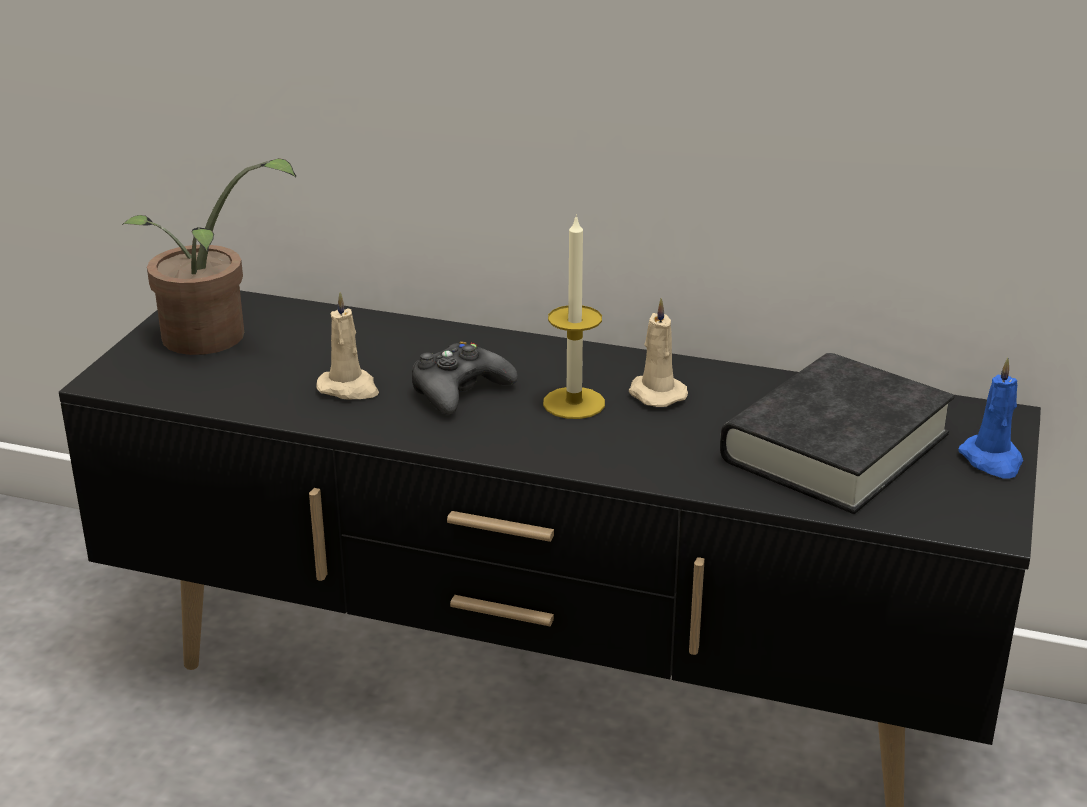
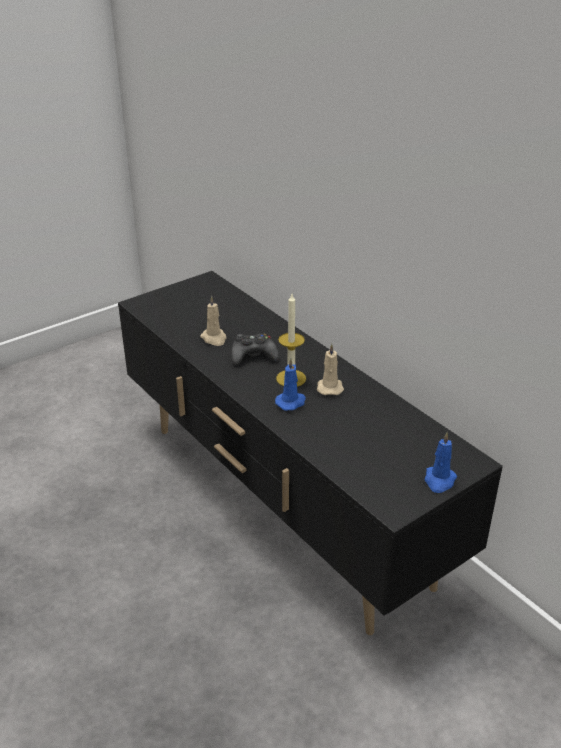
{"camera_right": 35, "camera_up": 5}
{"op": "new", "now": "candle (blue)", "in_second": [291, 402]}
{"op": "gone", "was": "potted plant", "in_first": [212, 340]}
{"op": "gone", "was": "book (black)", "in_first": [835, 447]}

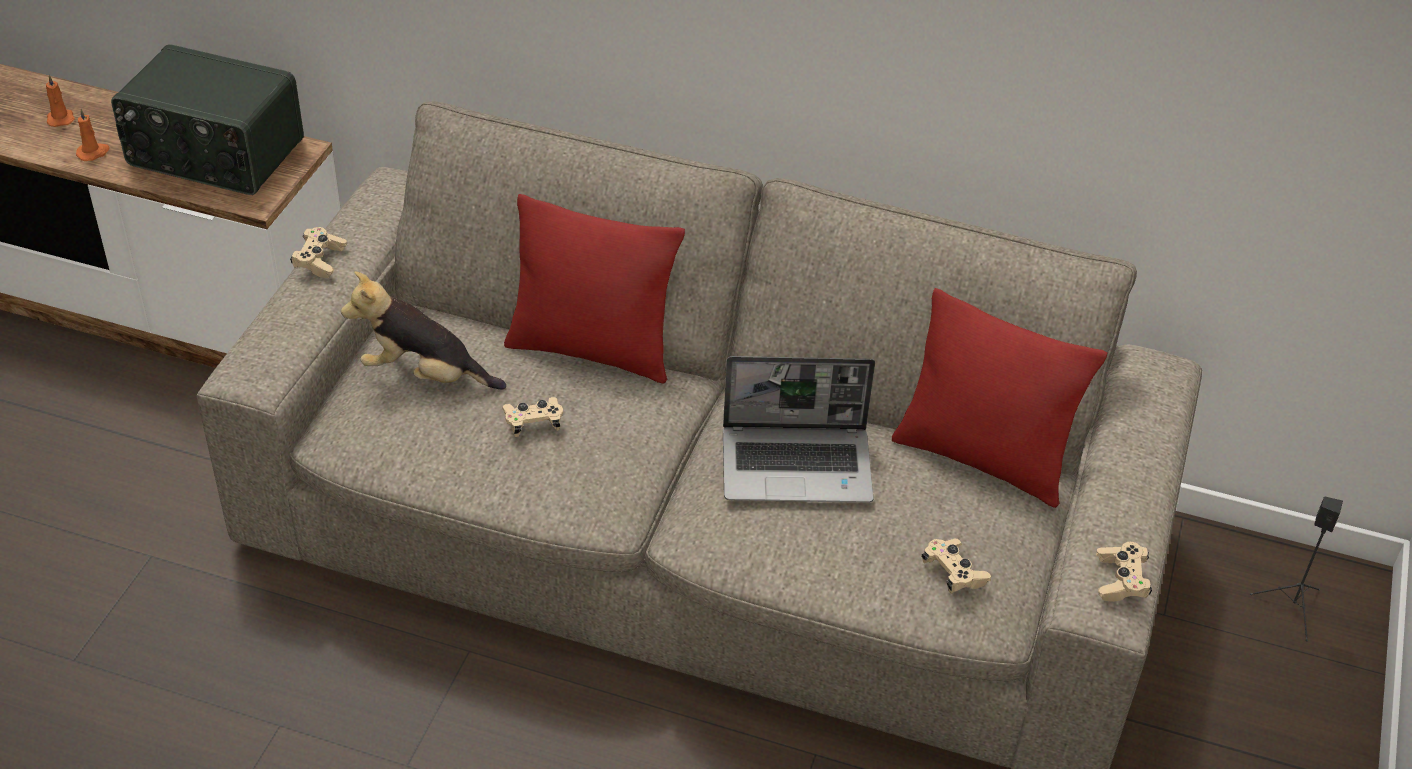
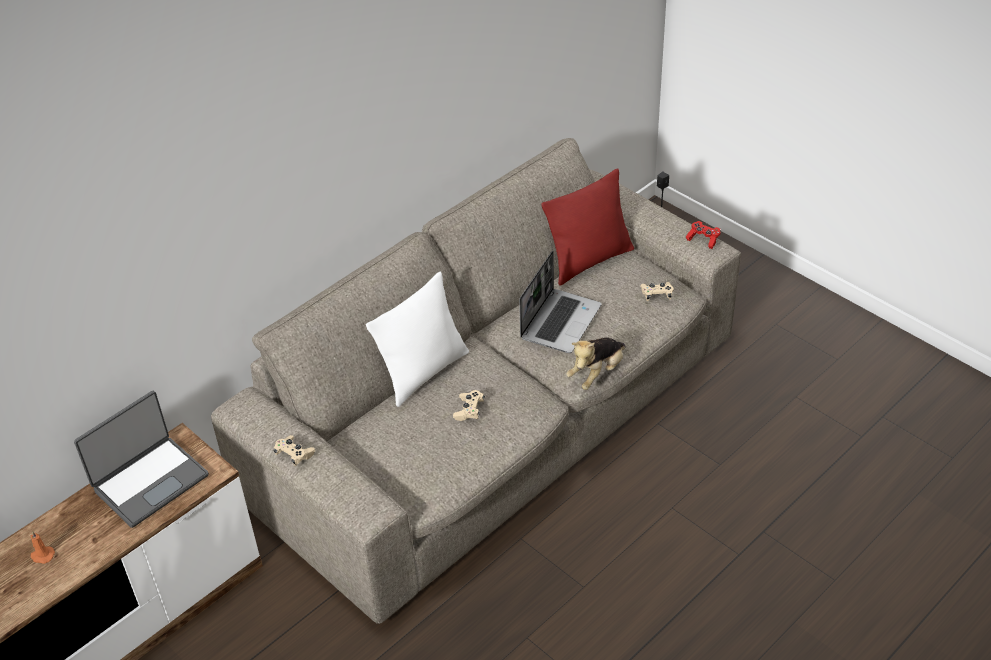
{"camera_right": -60, "camera_up": 0}
{"op": "swapped", "was": "radio", "now": "laptop", "in_first": [214, 154], "in_second": [150, 481]}
{"op": "repainted", "was": "pillow (red)", "now": "pillow (white)", "in_first": [592, 350], "in_second": [424, 372]}
{"op": "shifted", "was": "plush toy", "in_first": [424, 375], "in_second": [597, 373]}
{"op": "repainted", "was": "game controller (beige)", "now": "game controller (red)", "in_first": [1121, 580], "in_second": [703, 239]}
{"op": "gone", "was": "candle (orange)", "in_first": [93, 153]}

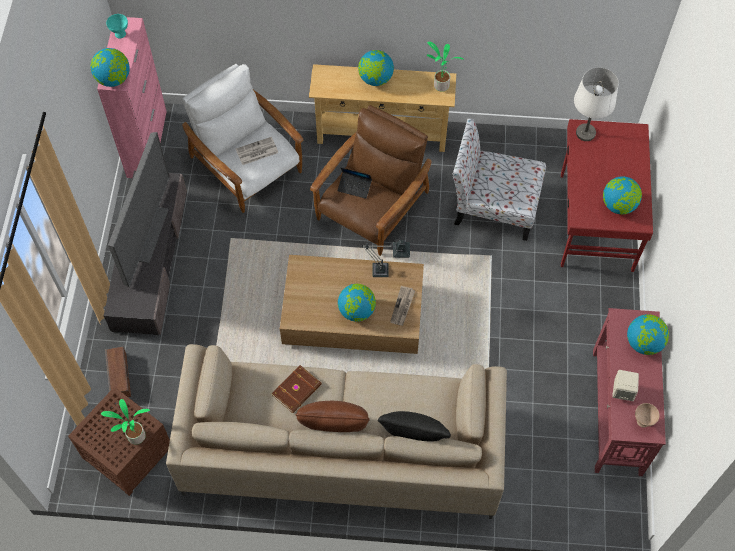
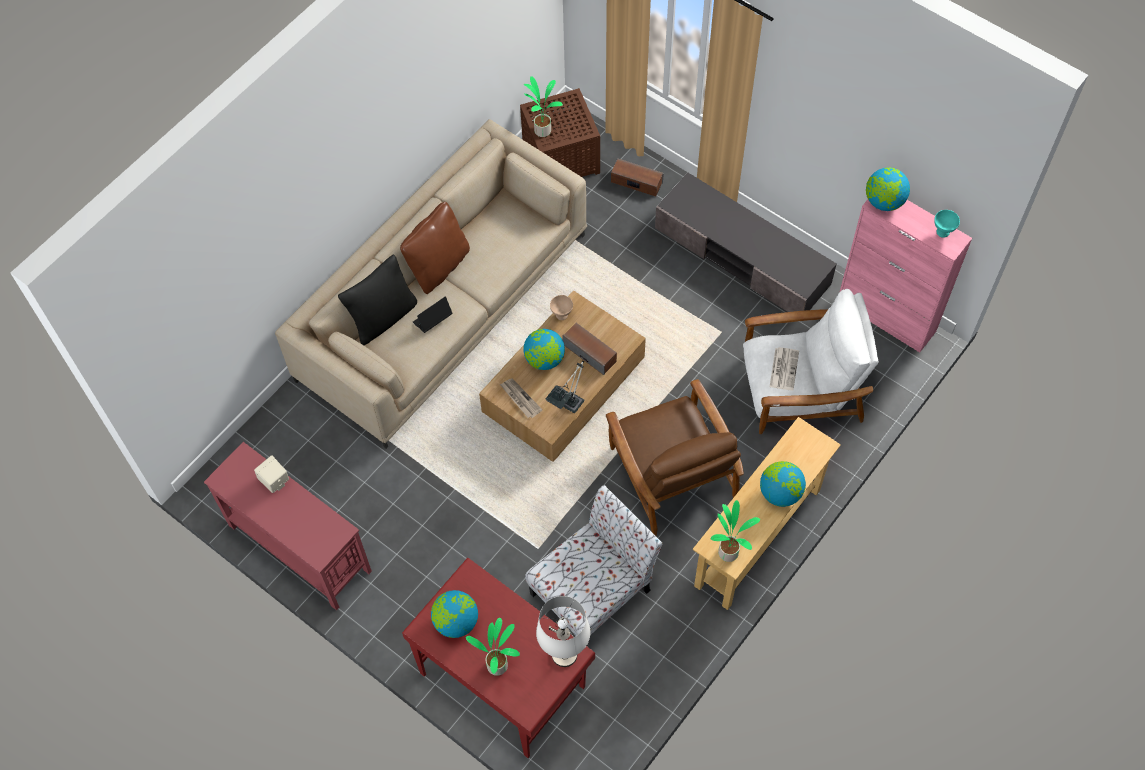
{"camera_right": 125, "camera_up": 0}
{"op": "shifted", "was": "laptop", "in_first": [354, 187], "in_second": [432, 320]}
{"op": "new", "now": "potted plant", "in_second": [498, 665]}
{"op": "shifted", "was": "bowl (beige)", "in_first": [642, 422], "in_second": [561, 314]}
{"op": "new", "now": "speaker", "in_second": [590, 353]}
{"op": "gone", "was": "television", "in_first": [144, 232]}
{"op": "gone", "was": "book (brown)", "in_first": [297, 390]}
{"op": "gone", "was": "globe", "in_first": [643, 343]}

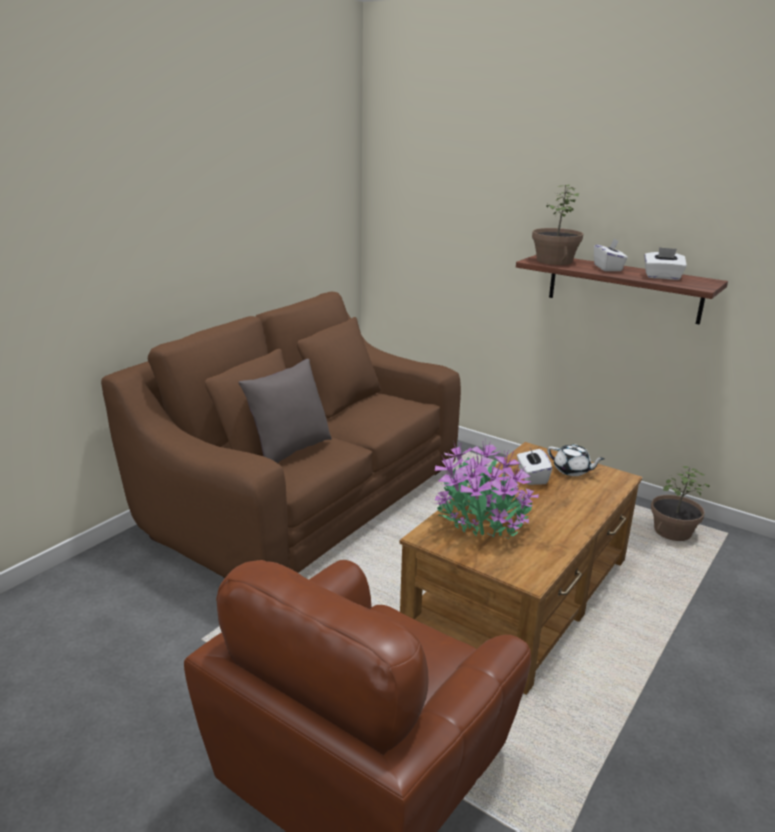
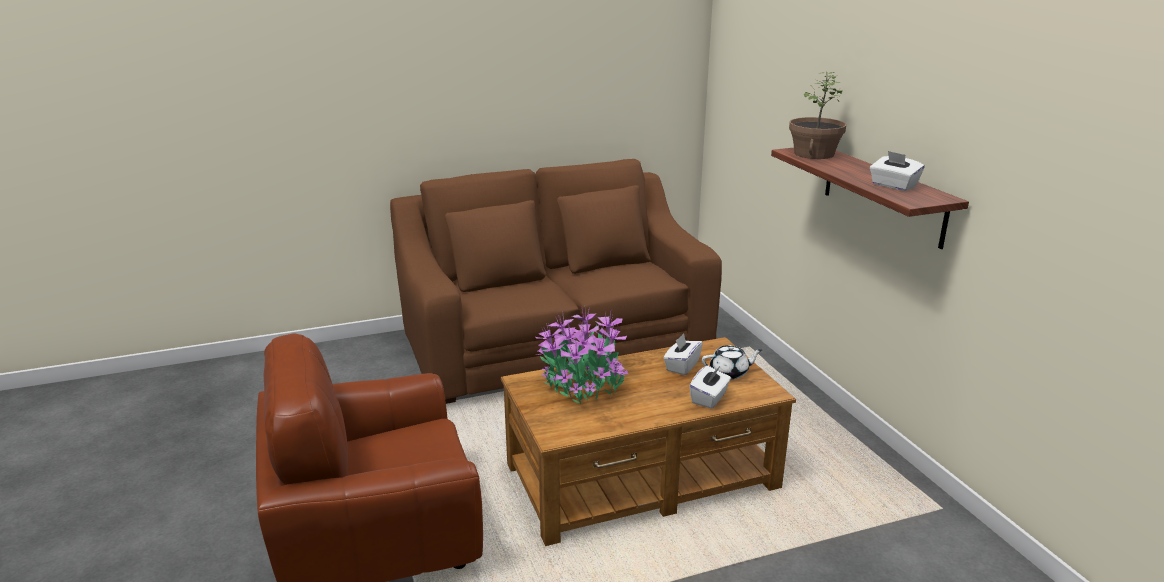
{"camera_right": 35, "camera_up": 0}
{"op": "shifted", "was": "tissue box (white)", "in_first": [608, 268], "in_second": [709, 398]}
{"op": "rotated", "was": "teapot (white)", "in_first": [572, 471], "in_second": [729, 372], "clockwise": -75}
{"op": "gone", "was": "pillow (grey)", "in_first": [289, 451]}
{"op": "gone", "was": "potted plant", "in_first": [672, 531]}

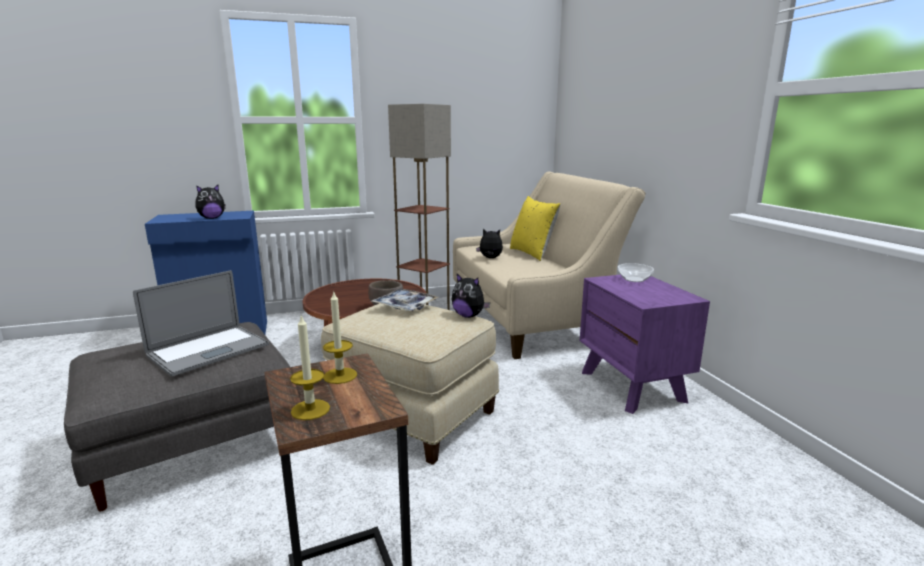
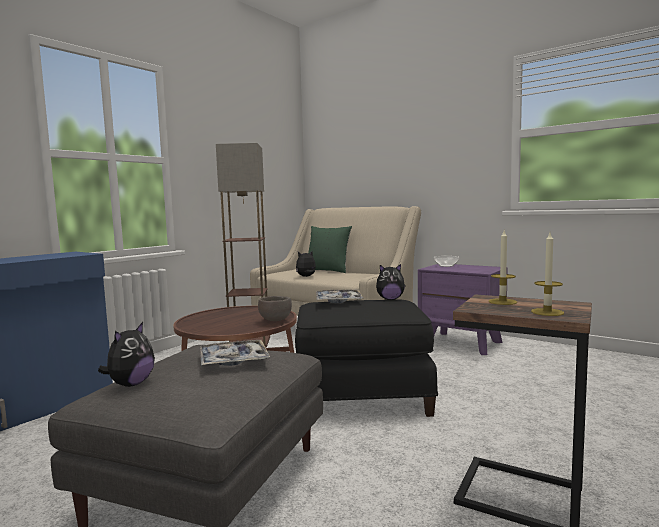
{"camera_right": -35, "camera_up": -10}
{"op": "shifted", "was": "plush toy", "in_first": [212, 218], "in_second": [130, 384]}
{"op": "swapped", "was": "laptop", "now": "tray", "in_first": [208, 350], "in_second": [233, 360]}
{"op": "repainted", "was": "ottoman (beige)", "now": "ottoman (black)", "in_first": [412, 413], "in_second": [362, 396]}
{"op": "repainted", "was": "pillow (yellow)", "now": "pillow (green)", "in_first": [532, 253], "in_second": [328, 271]}

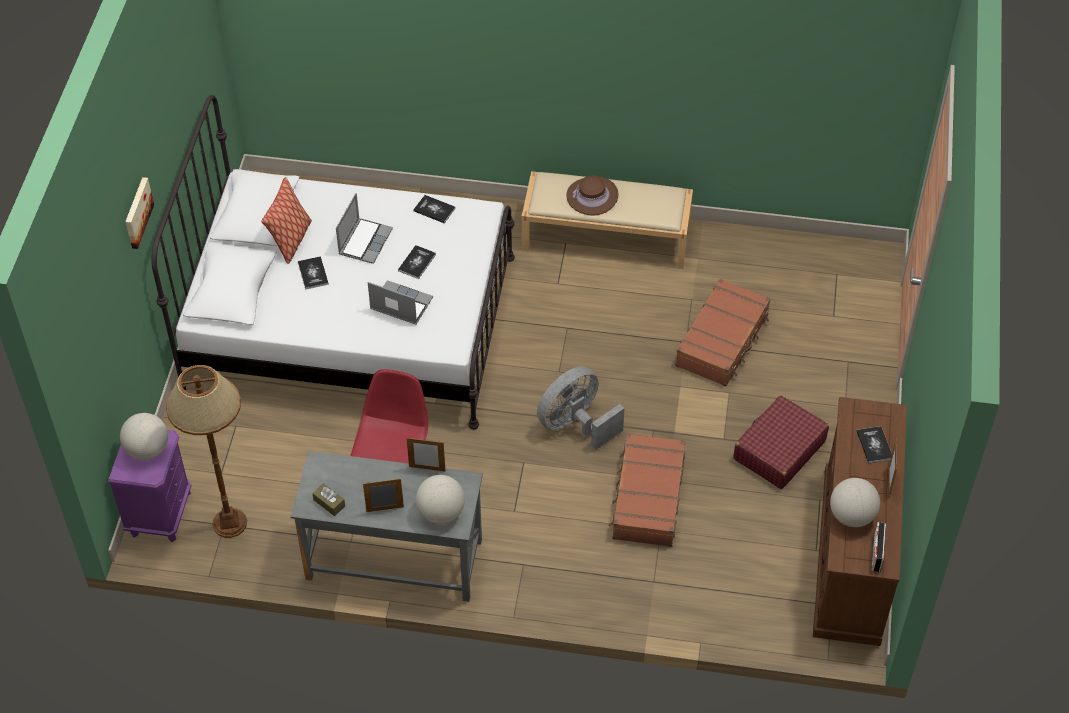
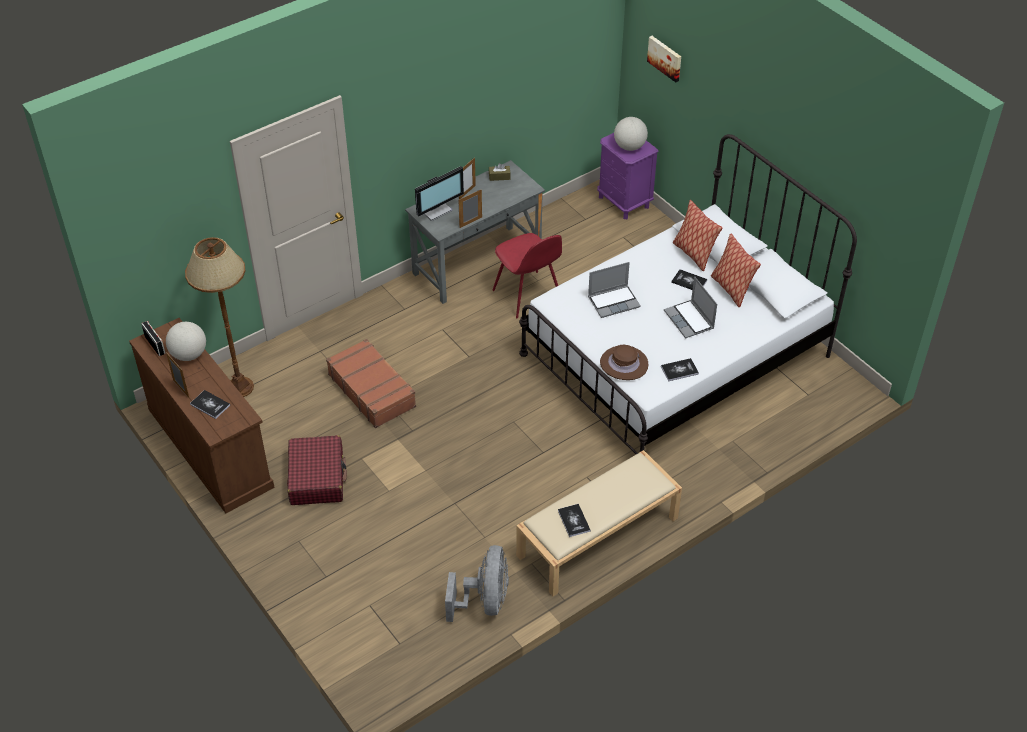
{"camera_right": 135, "camera_up": -5}
{"op": "shifted", "was": "floor lamp (brown)", "in_first": [230, 523], "in_second": [240, 387]}
{"op": "swapped", "was": "globe", "now": "monitor", "in_first": [441, 512], "in_second": [435, 210]}
{"op": "shifted", "was": "fan (grey)", "in_first": [575, 424], "in_second": [484, 601]}
{"op": "shifted", "was": "book", "in_first": [417, 262], "in_second": [574, 521]}
{"op": "shifted", "was": "hat (brown)", "in_first": [592, 196], "in_second": [623, 364]}
{"op": "shifted", "was": "picture", "in_first": [137, 212], "in_second": [665, 58]}
{"op": "new", "now": "pillow", "in_second": [693, 254]}
{"op": "gone", "was": "suitcase (brown)", "in_first": [723, 340]}

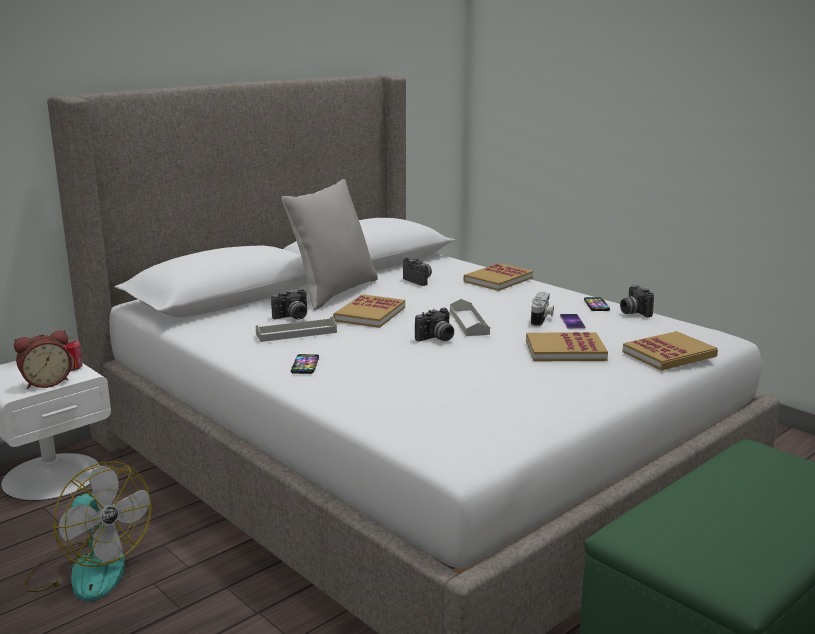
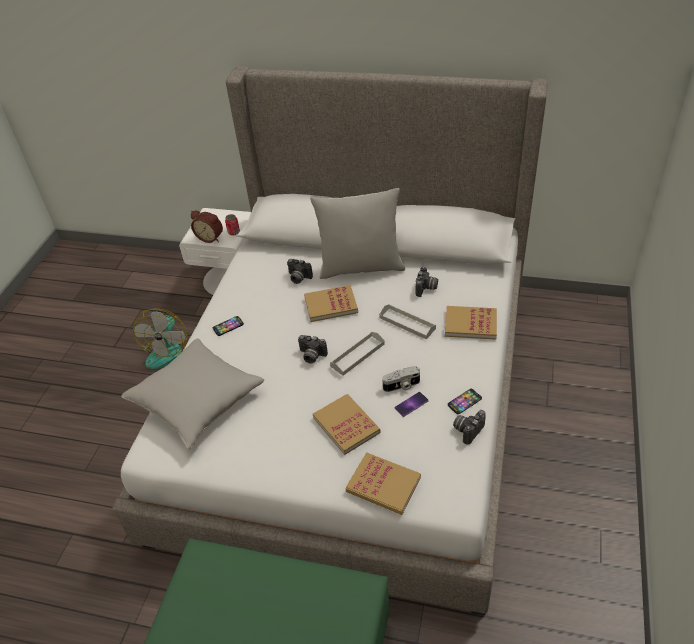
{"camera_right": 60, "camera_up": 25}
{"op": "new", "now": "pillow (grey)", "in_second": [197, 401]}
{"op": "shifted", "was": "tray (grey)", "in_first": [296, 333], "in_second": [407, 323]}

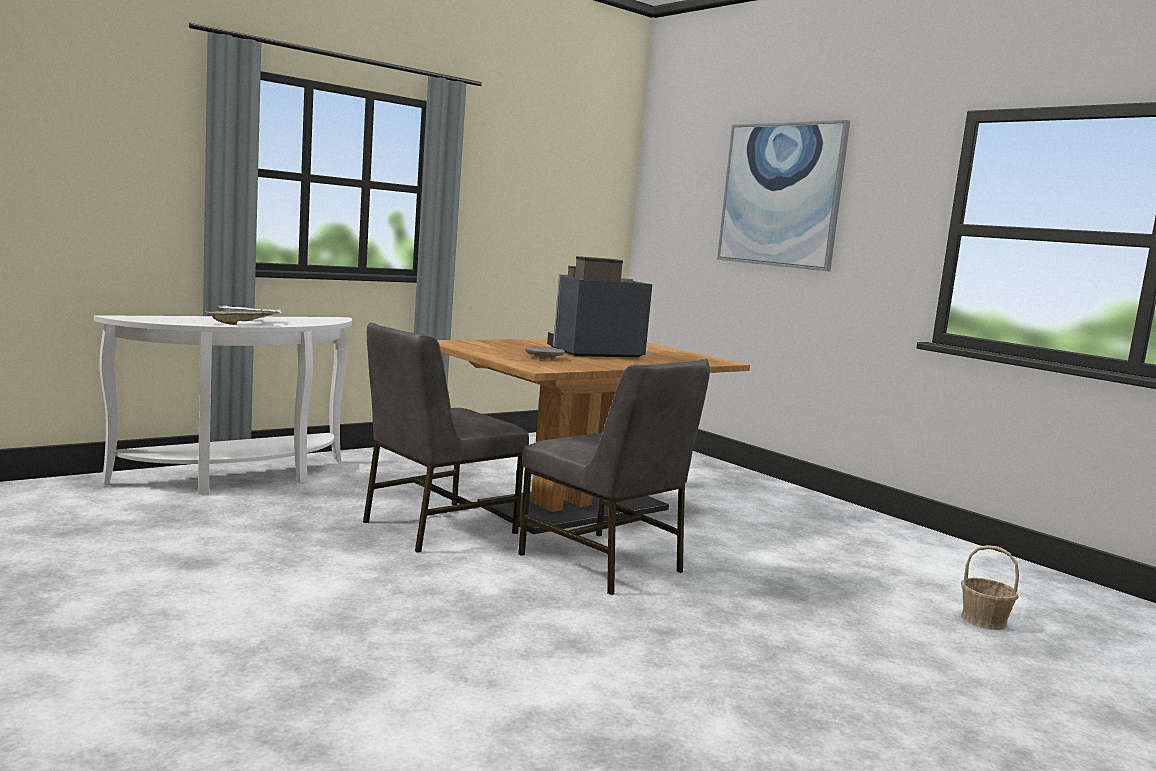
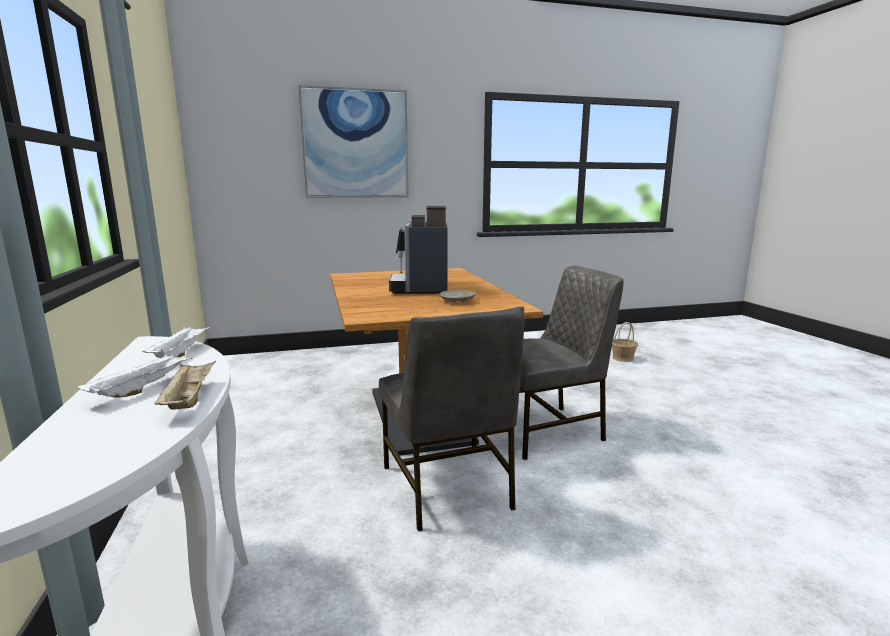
{"camera_right": -65, "camera_up": 5}
{"op": "new", "now": "tray (white)", "in_second": [180, 353]}

